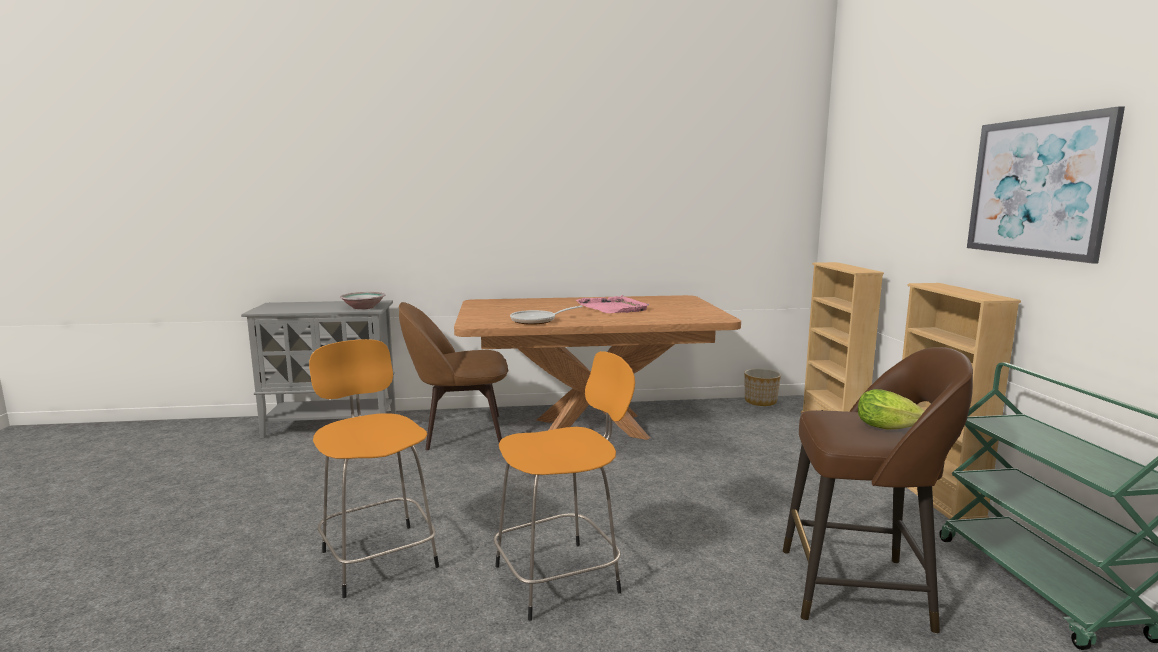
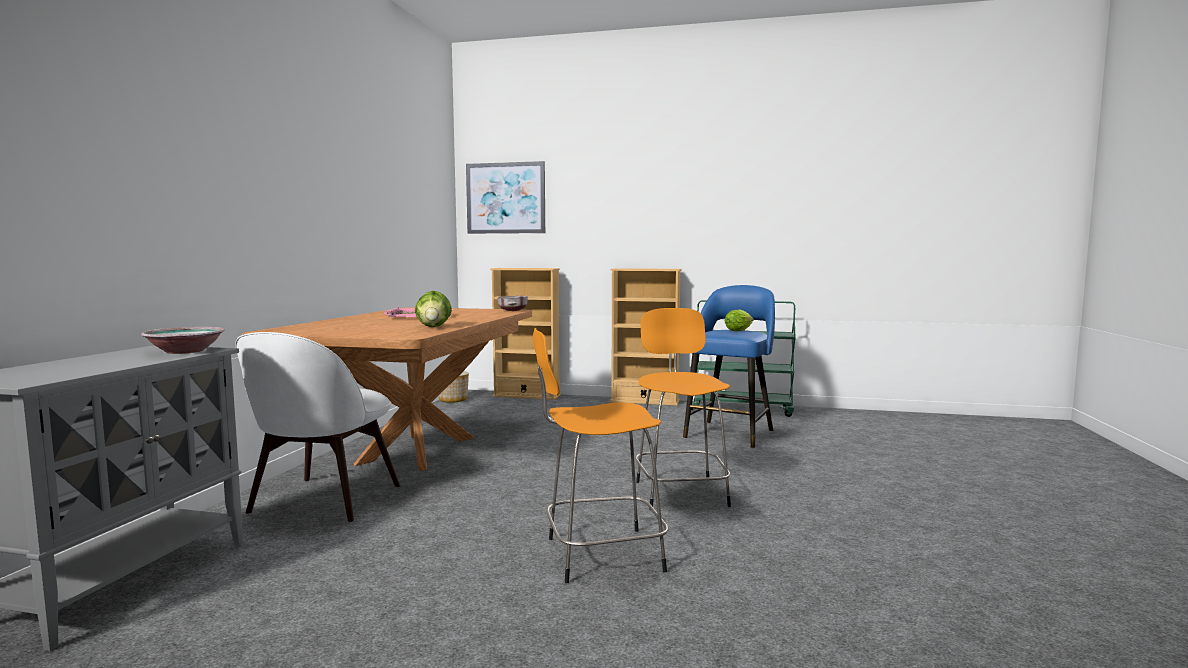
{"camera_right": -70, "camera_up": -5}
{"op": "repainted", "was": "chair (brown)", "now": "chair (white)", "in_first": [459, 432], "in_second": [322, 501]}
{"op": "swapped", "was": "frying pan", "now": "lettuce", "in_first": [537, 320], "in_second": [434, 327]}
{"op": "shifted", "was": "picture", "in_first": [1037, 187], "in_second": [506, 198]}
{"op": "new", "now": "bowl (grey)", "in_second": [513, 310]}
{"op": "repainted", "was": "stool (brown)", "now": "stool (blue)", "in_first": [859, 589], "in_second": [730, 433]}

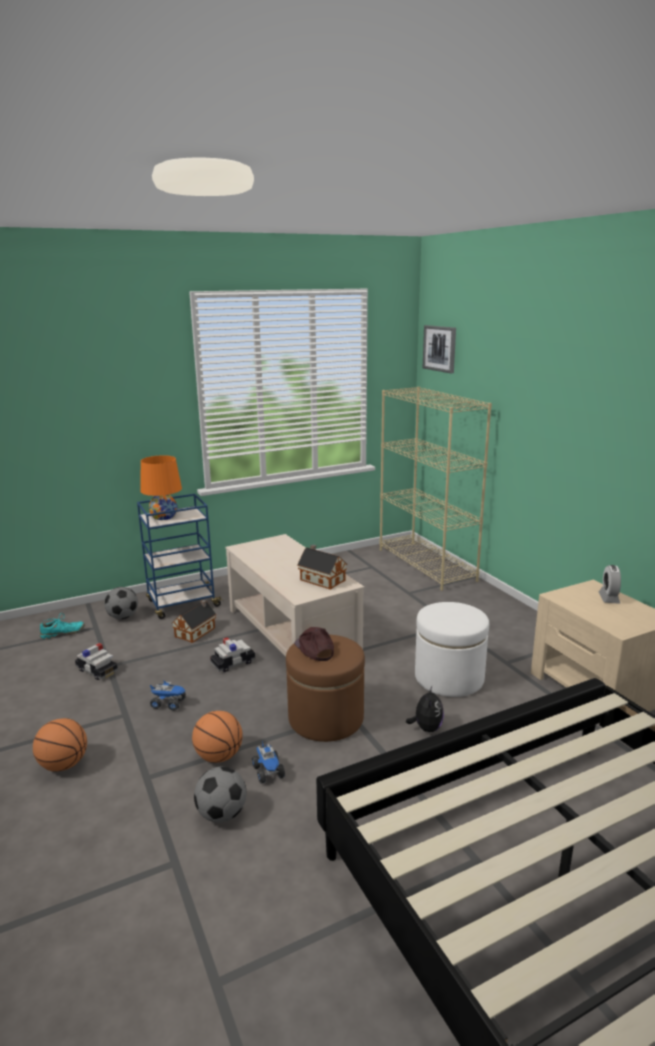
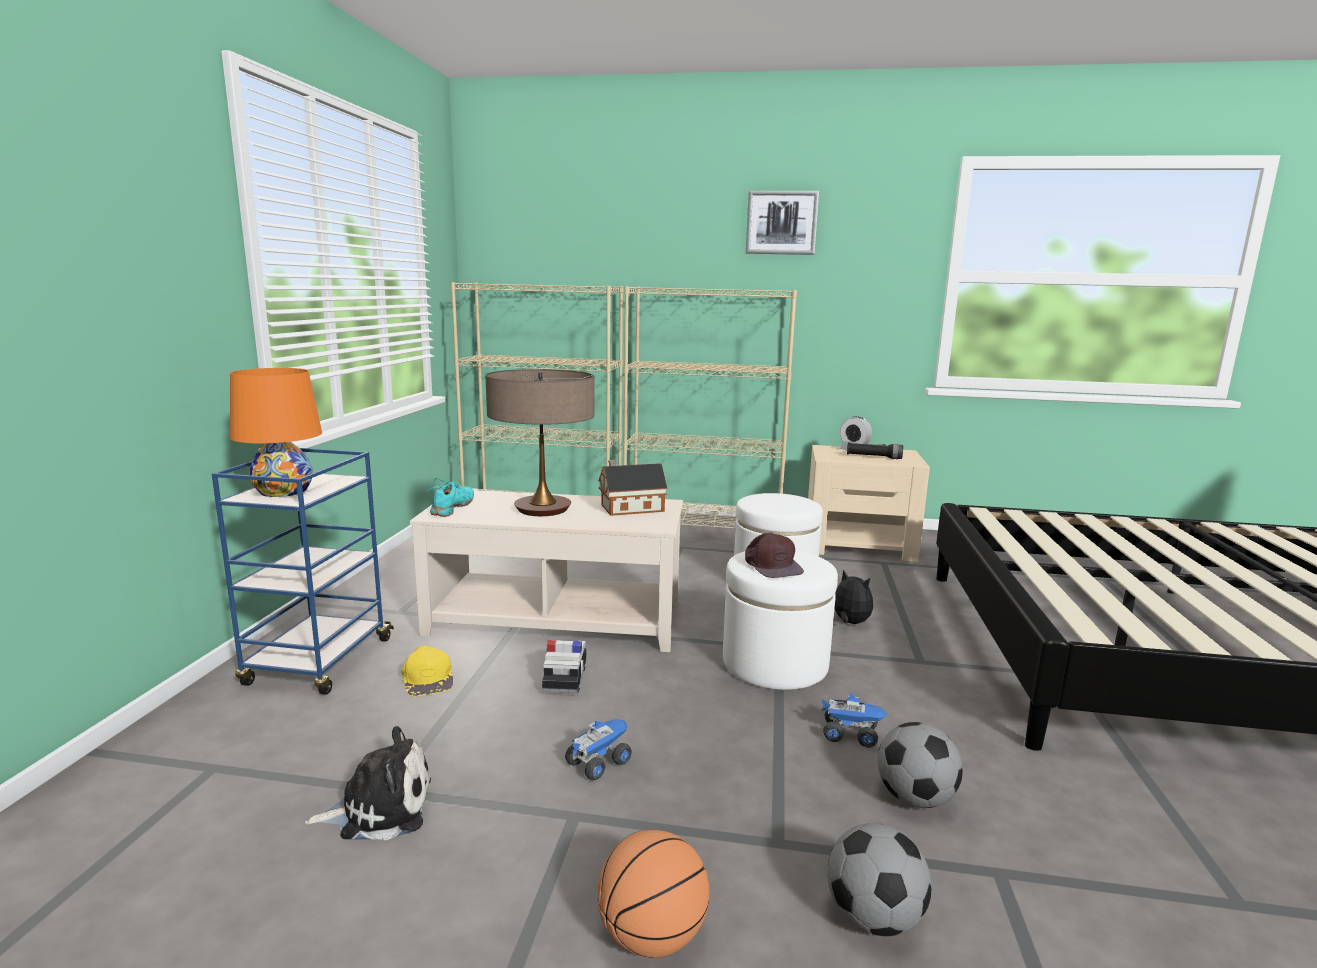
{"camera_right": -55, "camera_up": -5}
{"op": "swapped", "was": "toy car", "now": "plush toy", "in_first": [97, 670], "in_second": [380, 808]}
{"op": "swapped", "was": "toy house", "now": "cap (yellow)", "in_first": [196, 631], "in_second": [428, 678]}
{"op": "shifted", "was": "shoe (turquoise)", "in_first": [62, 633], "in_second": [453, 508]}
{"op": "new", "now": "table lamp", "in_second": [543, 509]}
{"op": "new", "now": "bookcase (beige)", "in_second": [703, 525]}
{"op": "repainted", "was": "ottoman (brown)", "now": "ottoman (white)", "in_first": [326, 718], "in_second": [775, 663]}
{"op": "rotated", "was": "cap (brown)", "in_first": [314, 649], "in_second": [772, 565], "clockwise": -120}
{"op": "shifted", "was": "picture", "in_first": [440, 348], "in_second": [781, 223]}
{"op": "shifted", "was": "football", "in_first": [123, 617], "in_second": [873, 917]}
{"op": "new", "now": "flashlight (black)", "in_second": [873, 457]}
{"op": "gone", "was": "basketball", "in_first": [219, 756]}

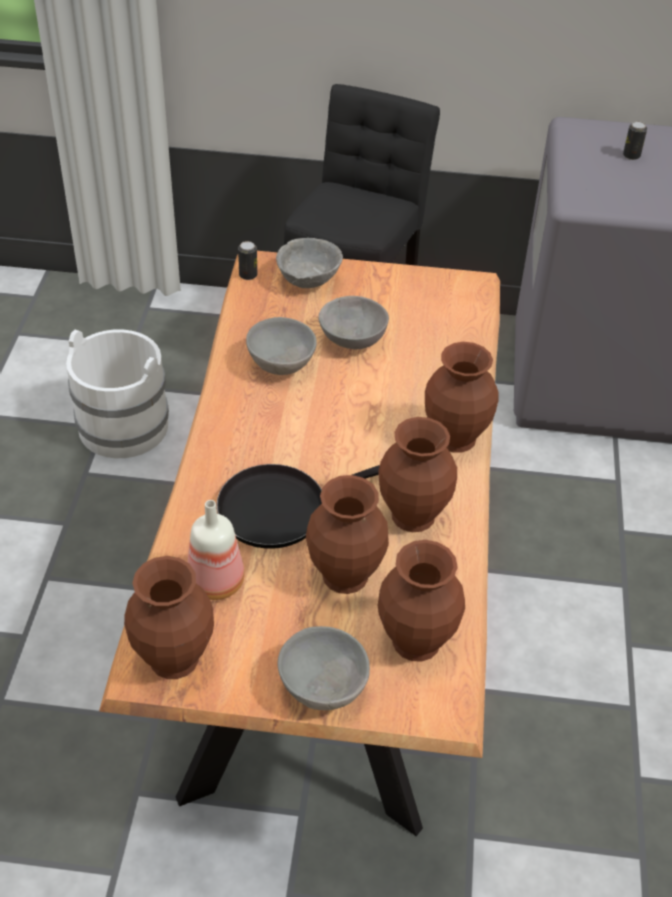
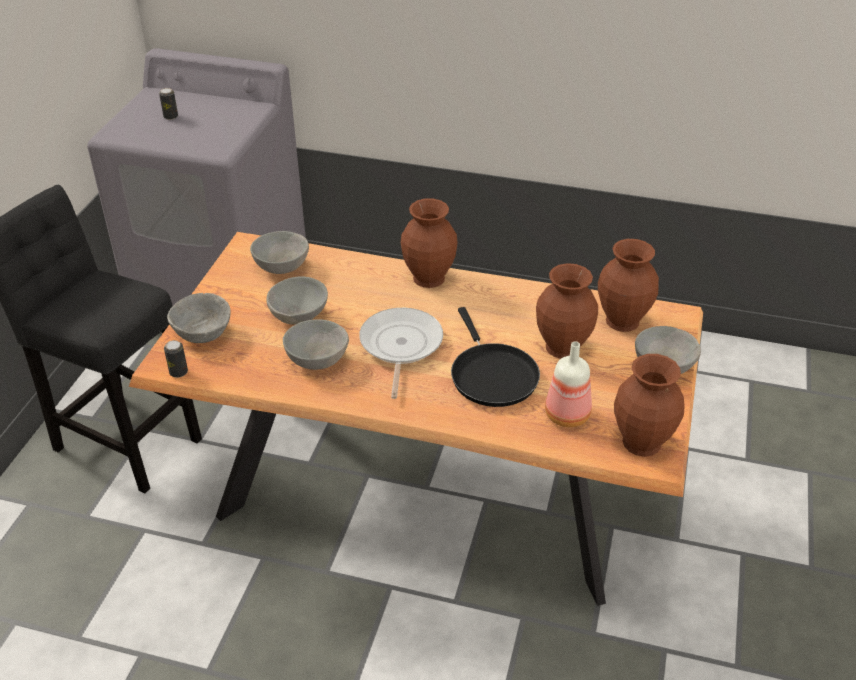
{"camera_right": -80, "camera_up": -5}
{"op": "new", "now": "bowl (grey)", "in_second": [281, 267]}
{"op": "new", "now": "frying pan", "in_second": [400, 346]}
{"op": "gone", "was": "bucket (white)", "in_first": [124, 426]}
{"op": "gone", "was": "vase (brown)", "in_first": [415, 515]}

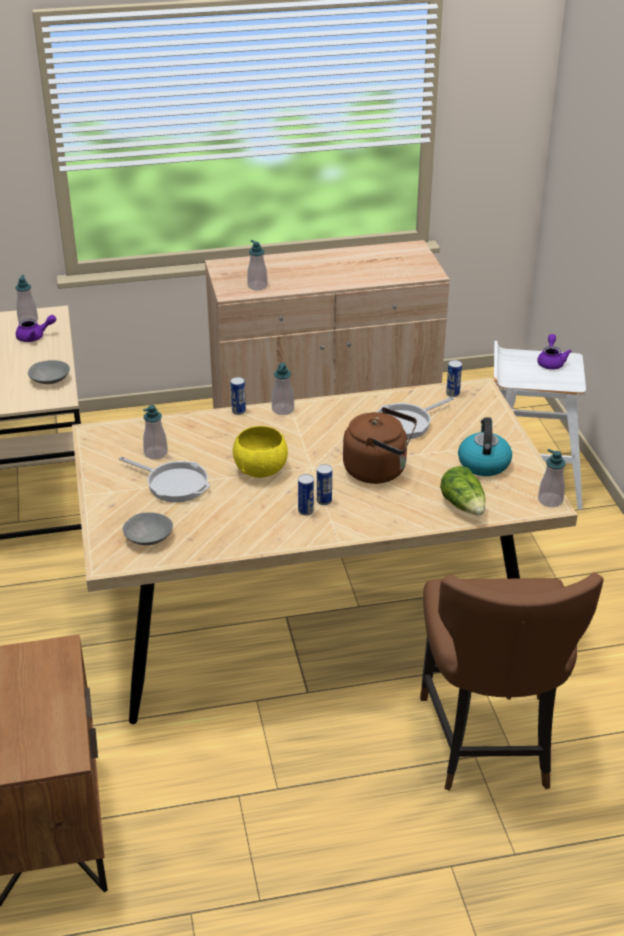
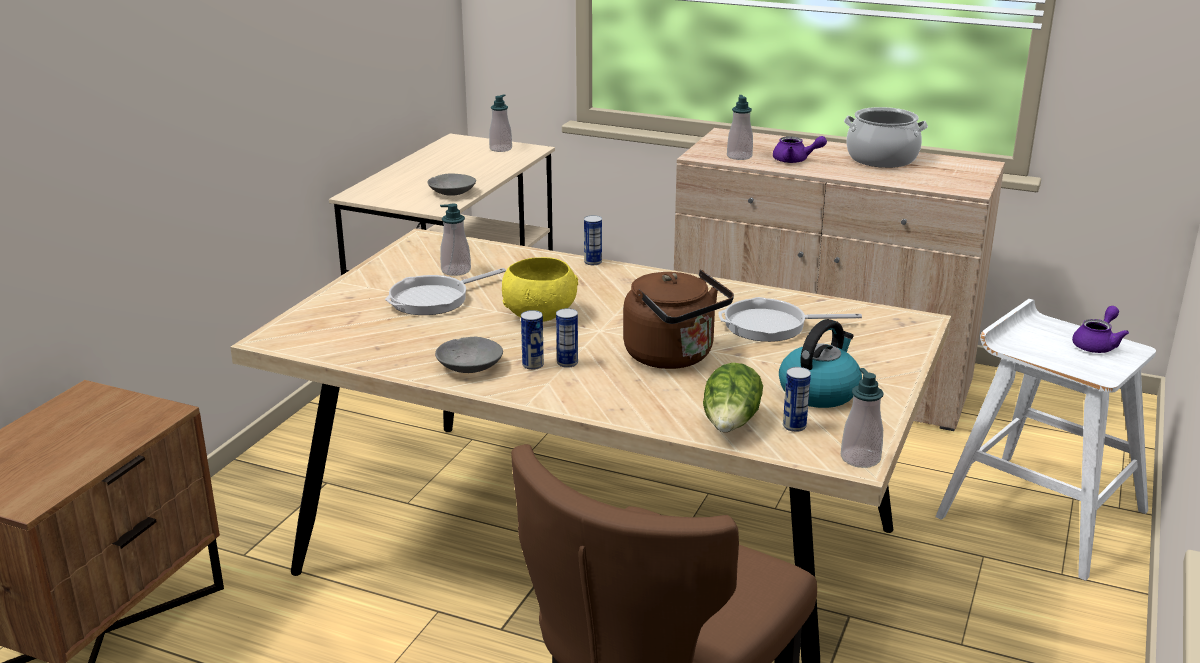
{"camera_right": 35, "camera_up": -10}
{"op": "rotated", "was": "frying pan", "in_first": [174, 483], "in_second": [434, 299], "clockwise": 75}
{"op": "shifted", "was": "bowl (grey)", "in_first": [148, 536], "in_second": [470, 366]}
{"op": "shifted", "was": "teapot (purple)", "in_first": [35, 337], "in_second": [795, 160]}
{"op": "shifted", "was": "can", "in_first": [452, 393], "in_second": [794, 426]}
{"op": "new", "now": "cooking pot", "in_second": [881, 159]}
{"op": "gone", "was": "soap dispenser", "in_first": [283, 410]}

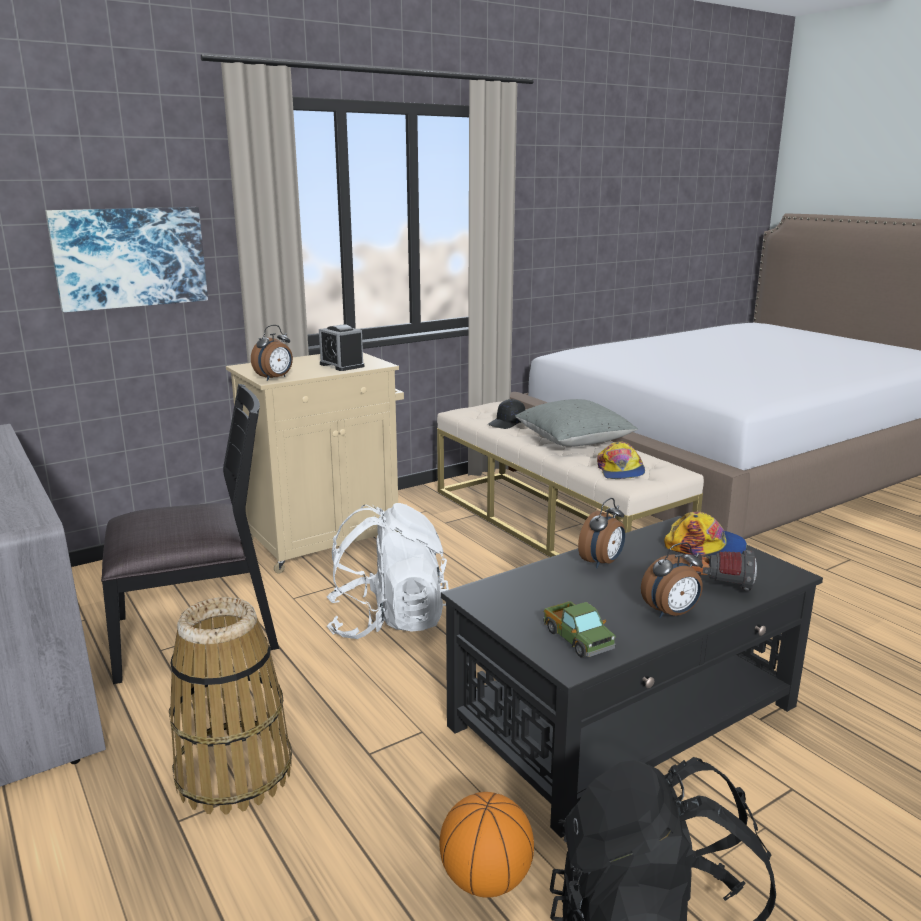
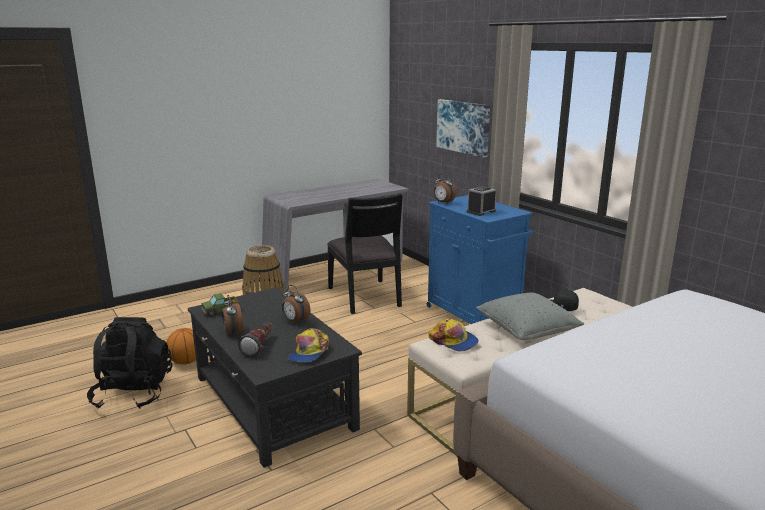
{"camera_right": 90, "camera_up": 0}
{"op": "repainted", "was": "cabinet (beige)", "now": "cabinet (blue)", "in_first": [326, 540], "in_second": [474, 315]}
{"op": "rotated", "was": "cap", "in_first": [620, 471], "in_second": [454, 341], "clockwise": -135}
{"op": "gone", "was": "backpack (white)", "in_first": [388, 621]}

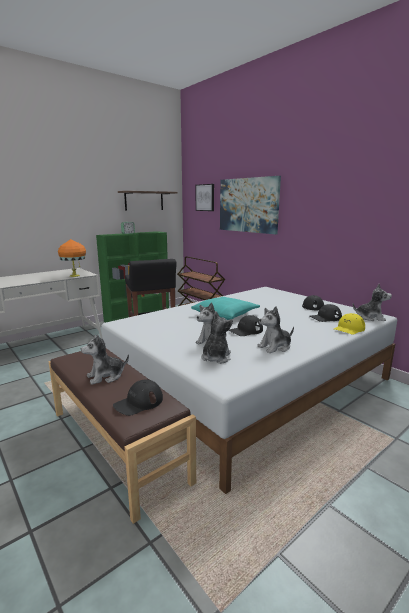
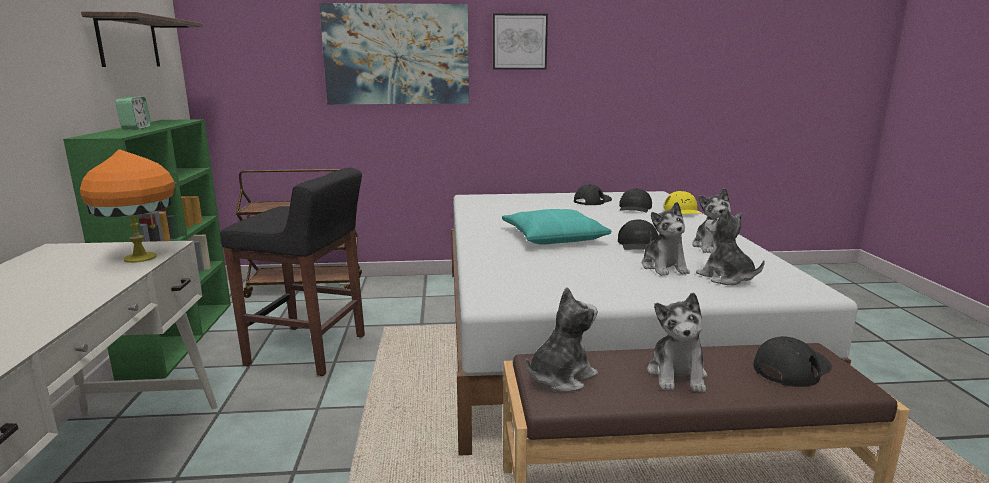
{"camera_right": -55, "camera_up": 0}
{"op": "shifted", "was": "picture", "in_first": [205, 197], "in_second": [519, 42]}
{"op": "shifted", "was": "plush toy", "in_first": [370, 317], "in_second": [560, 377]}
{"op": "rotated", "was": "cap (black)", "in_first": [138, 402], "in_second": [792, 368], "clockwise": -120}

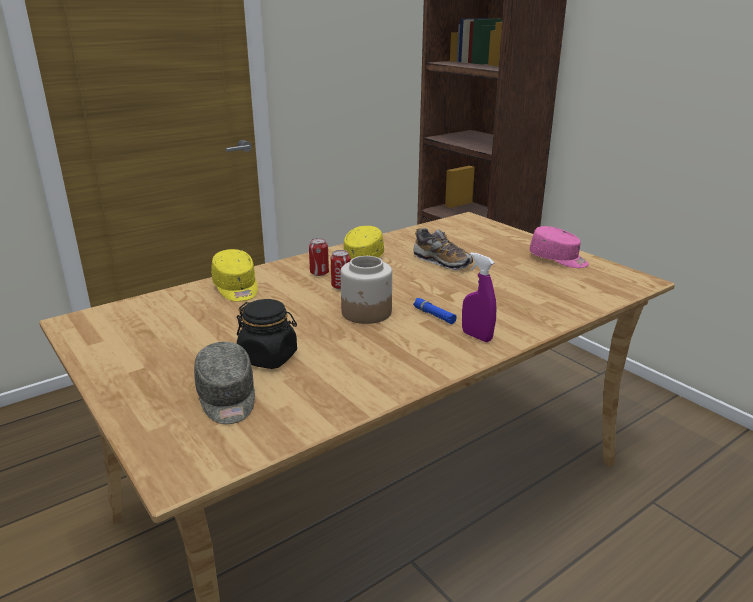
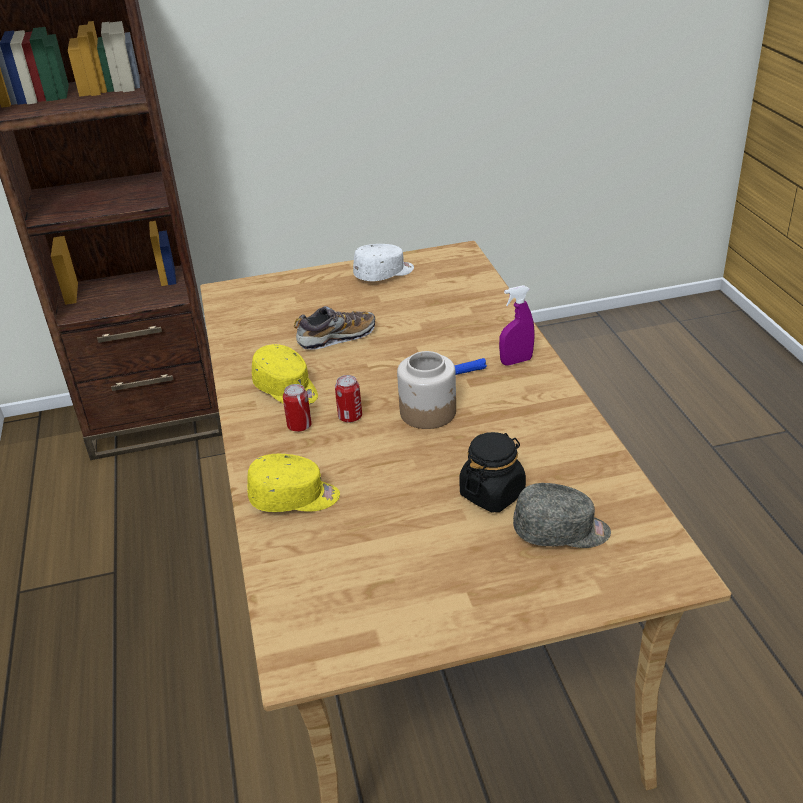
{"camera_right": -65, "camera_up": 10}
{"op": "repainted", "was": "cap (pink)", "now": "cap (white)", "in_first": [558, 259], "in_second": [384, 274]}

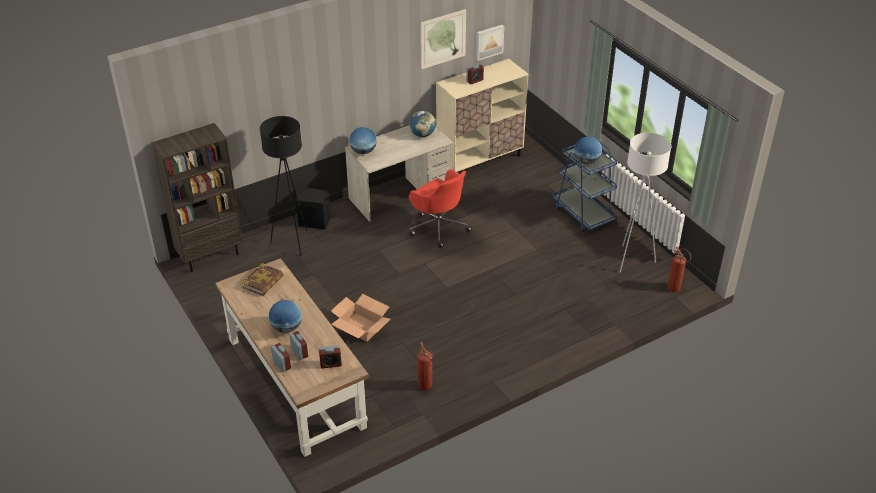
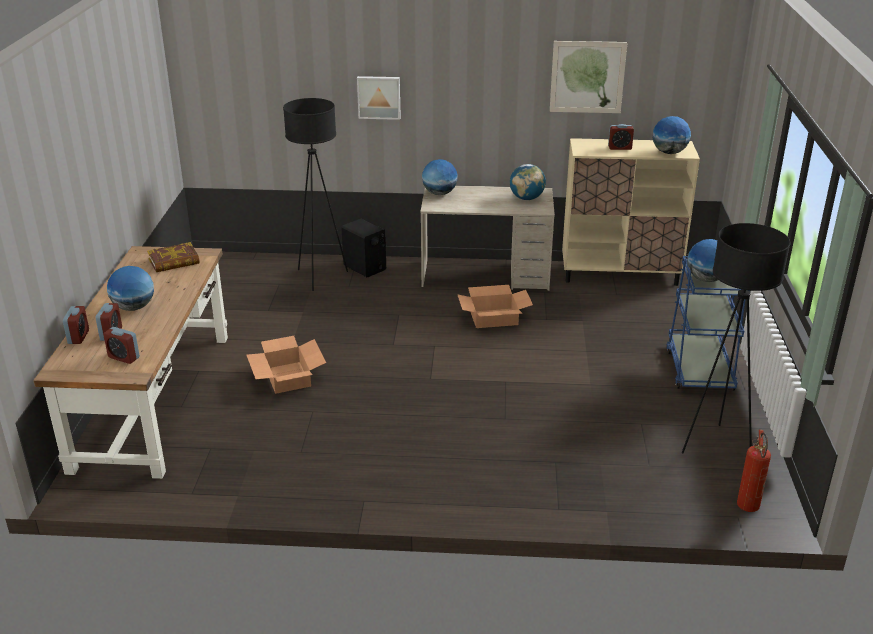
{"camera_right": 35, "camera_up": -10}
{"op": "shifted", "was": "picture", "in_first": [489, 41], "in_second": [379, 97]}
{"op": "swapped", "was": "office chair (red)", "now": "cardboard box", "in_first": [438, 227], "in_second": [494, 318]}
{"op": "new", "now": "globe", "in_second": [669, 152]}
{"op": "repainted", "was": "floor lamp (white)", "now": "floor lamp (black)", "in_first": [632, 260], "in_second": [716, 446]}
{"op": "gone", "was": "bookcase (brown)", "in_first": [210, 256]}
{"op": "gone", "was": "fire extinguisher", "in_first": [426, 388]}

